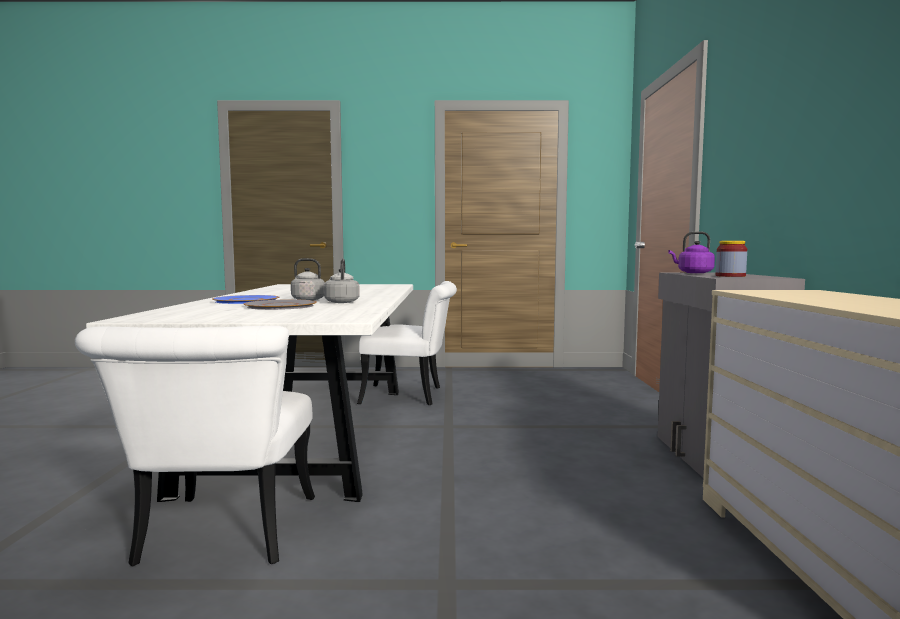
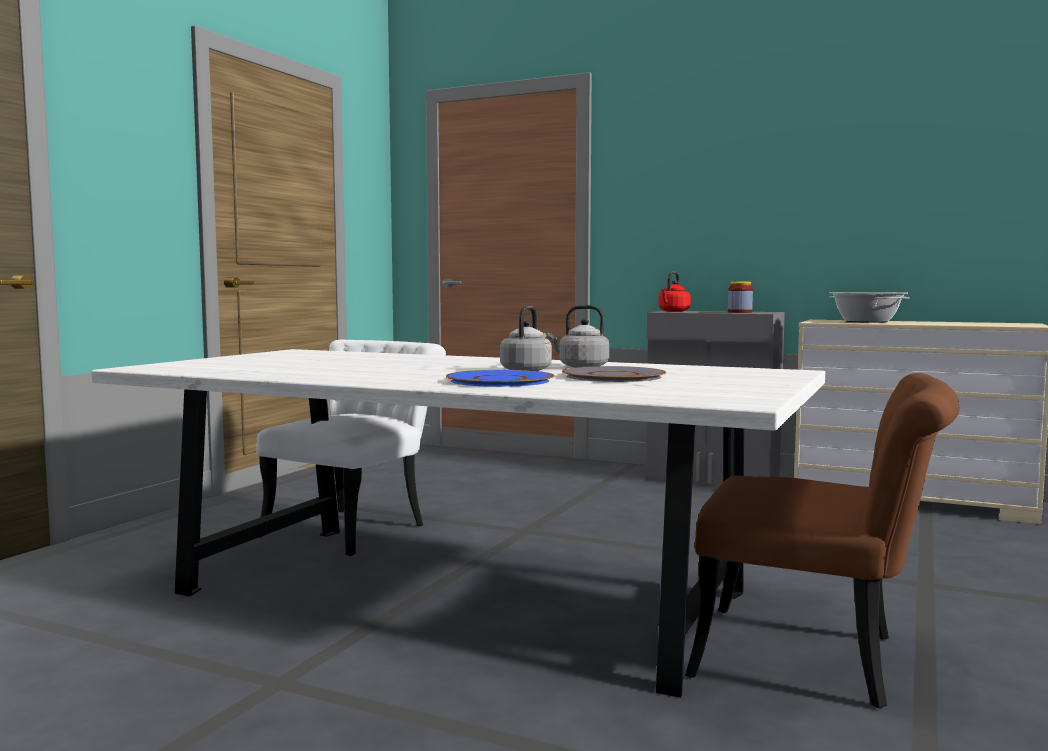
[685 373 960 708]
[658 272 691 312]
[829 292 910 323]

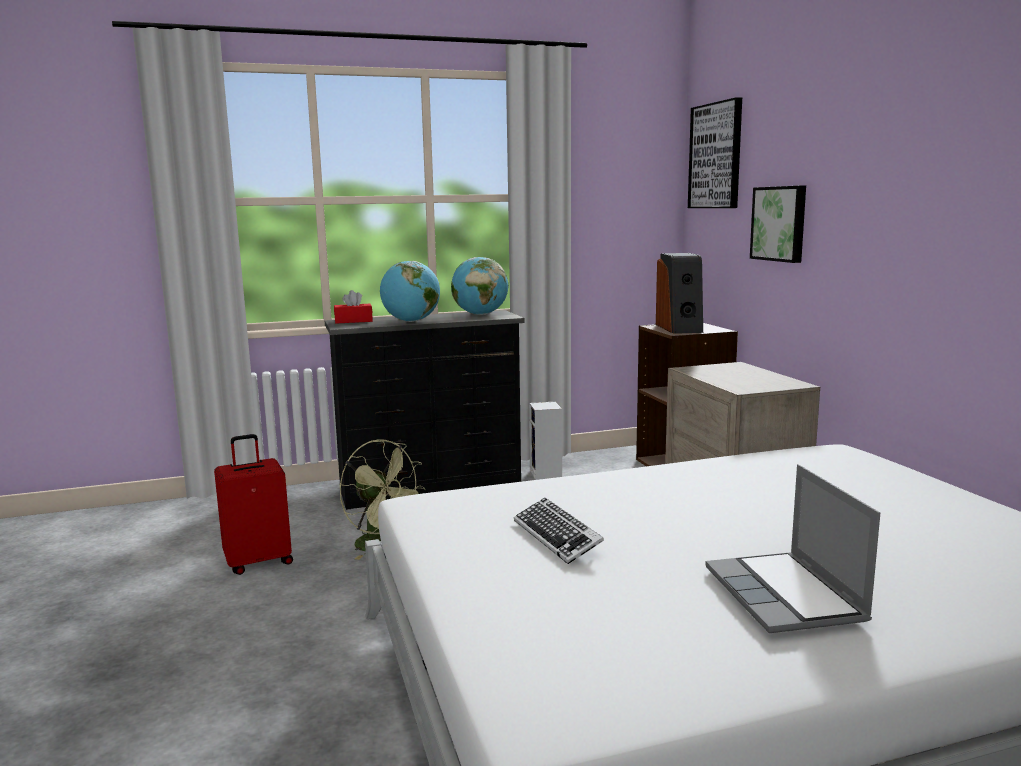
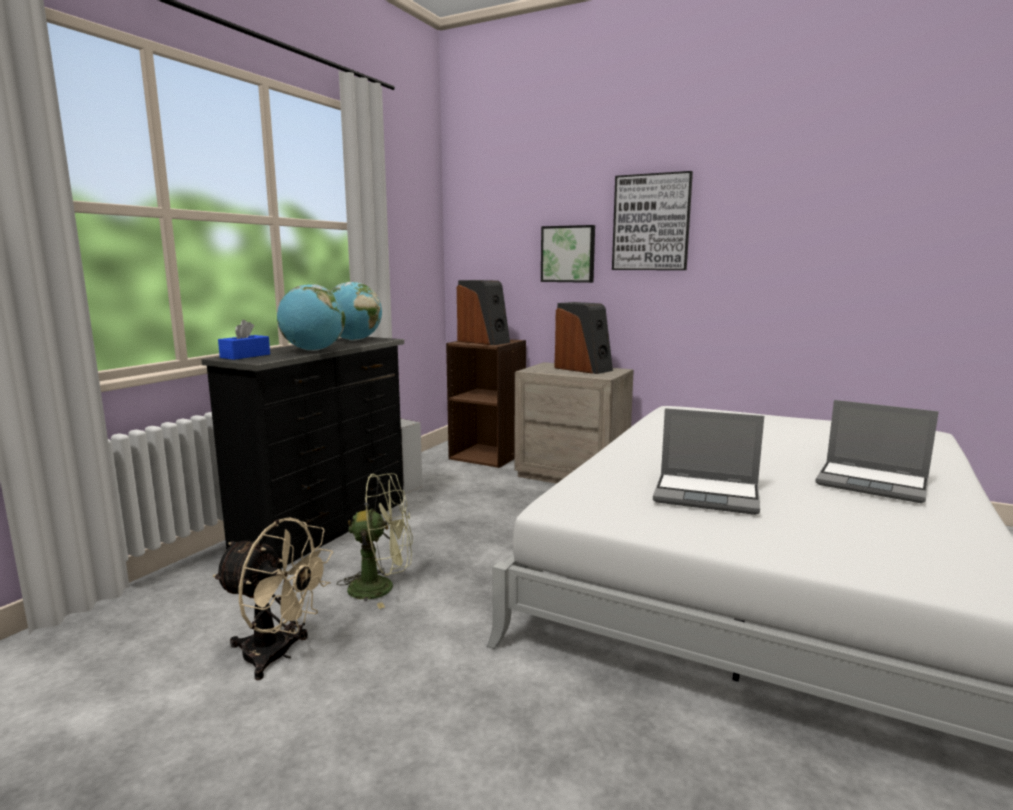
[213 517 333 680]
[218 320 270 360]
[653 408 764 515]
[612 171 693 270]
[554 302 613 374]

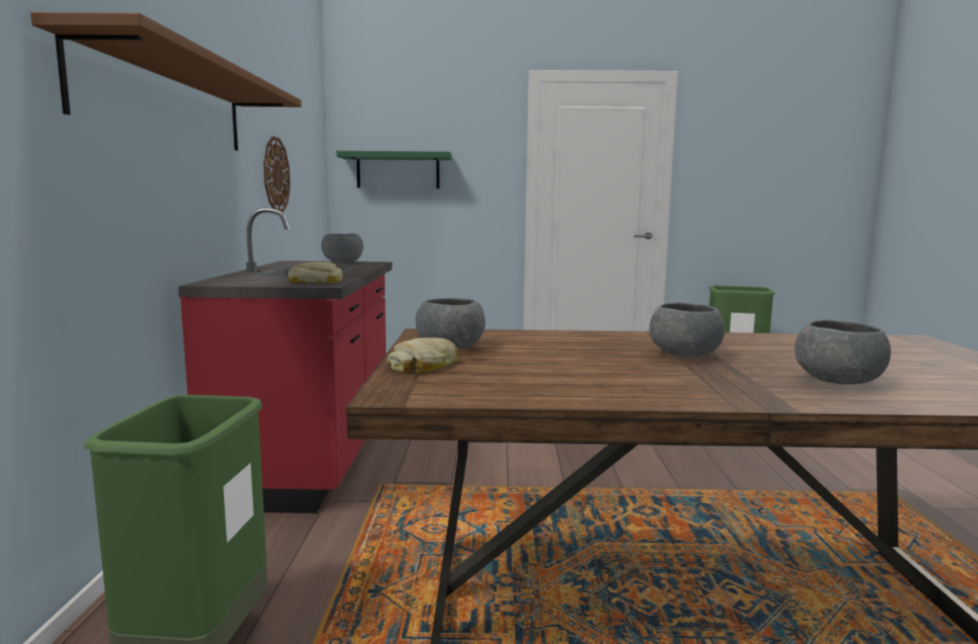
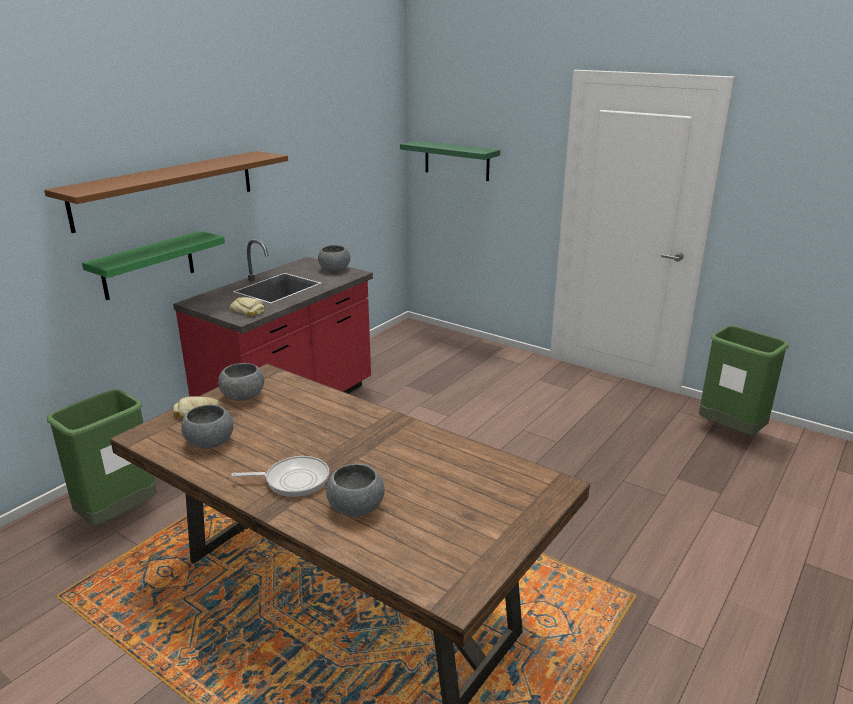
[263 136 290 213] (first image)
[181 404 233 449]
[82 231 225 300]
[231 456 329 497]

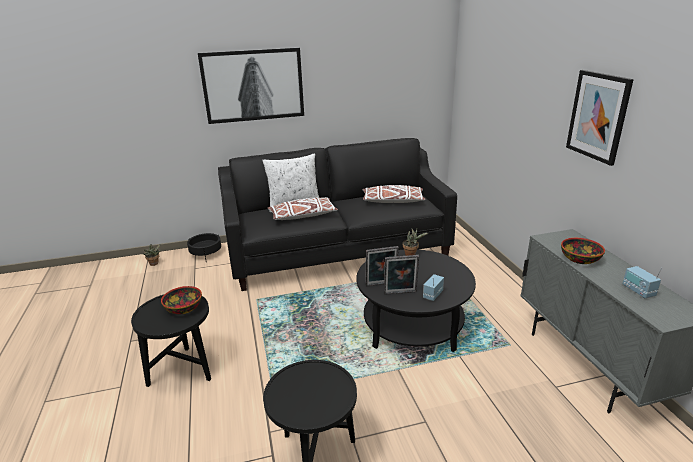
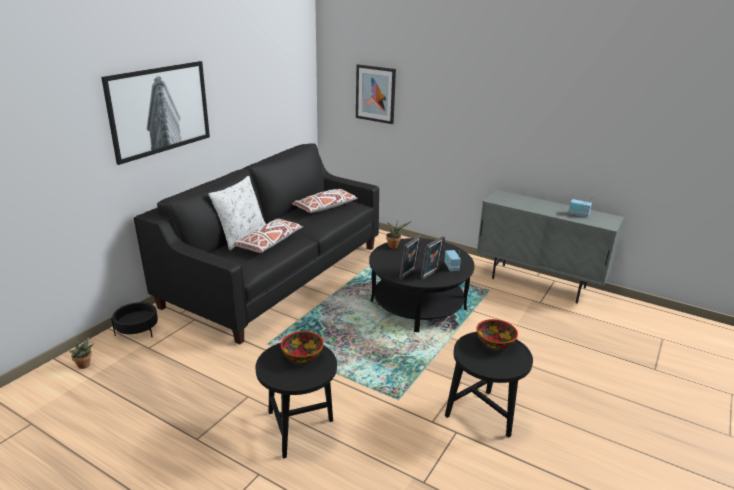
[476 319 518 349]
[356 64 396 124]

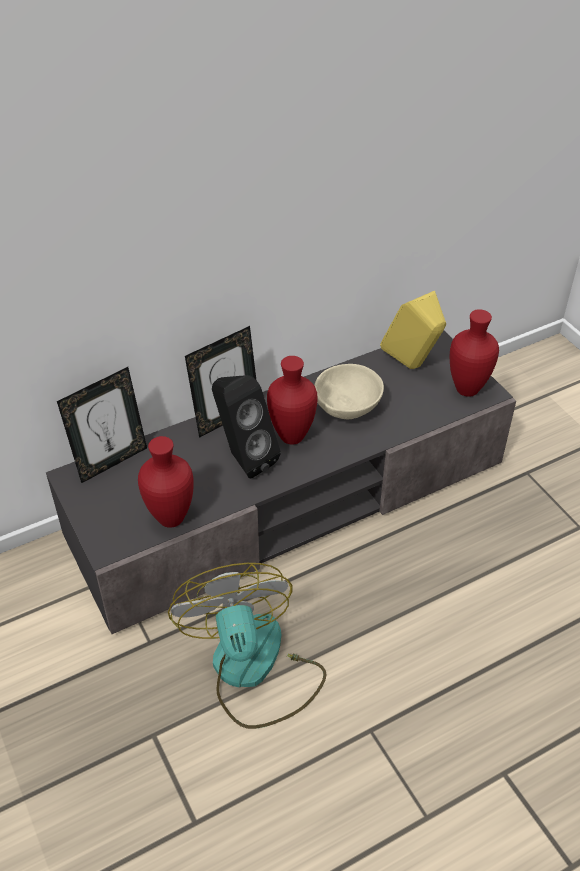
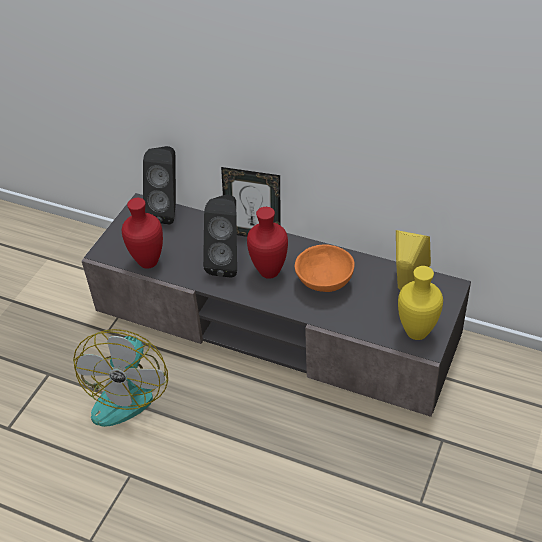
[143 146 176 224]
[73 329 168 427]
[295 244 355 292]
[398 266 443 340]

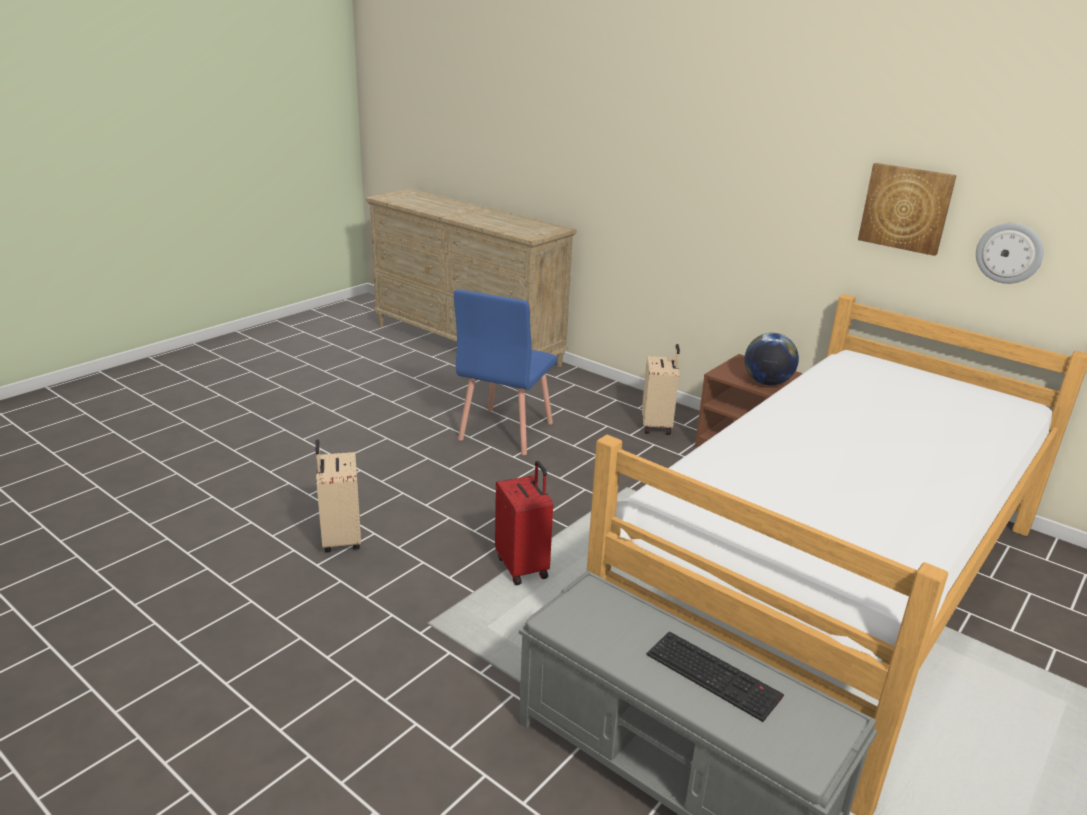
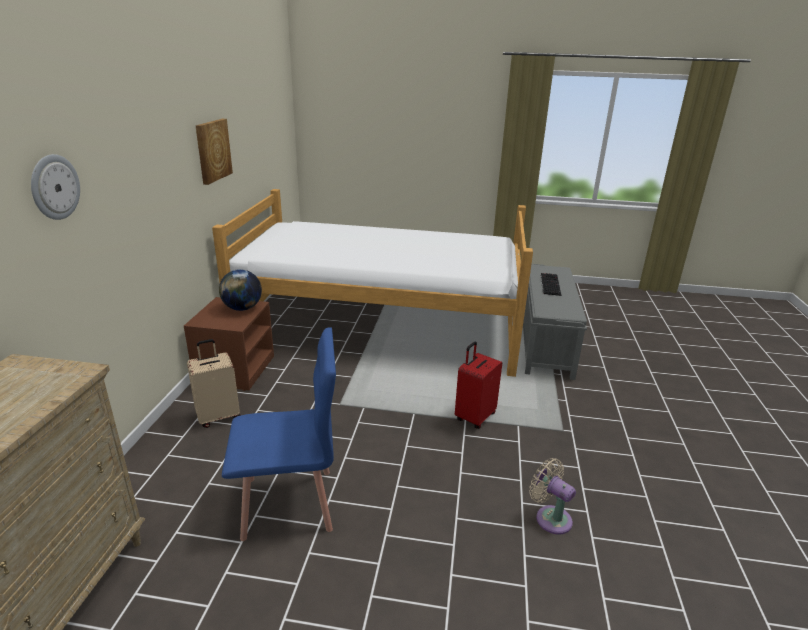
[529 458 576 534]
[31 154 80 220]

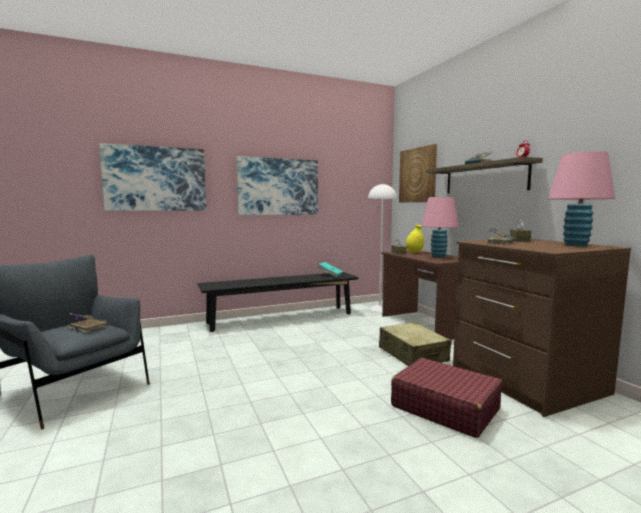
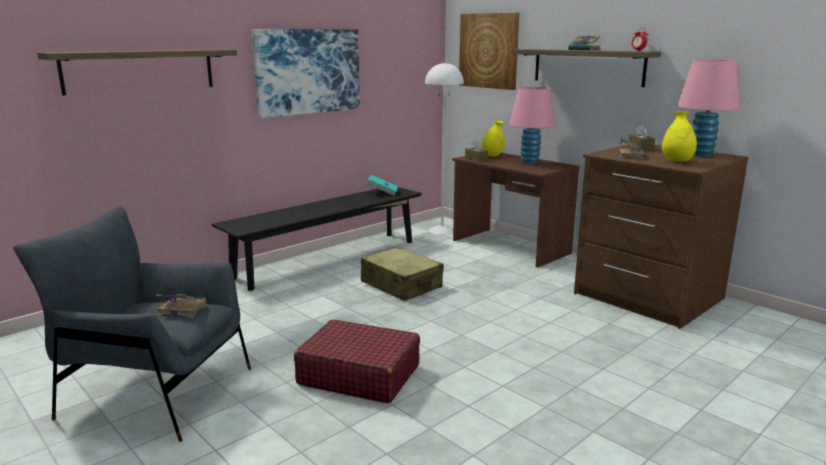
[37 49 237 95]
[361 246 444 301]
[294 319 420 403]
[662 111 697 161]

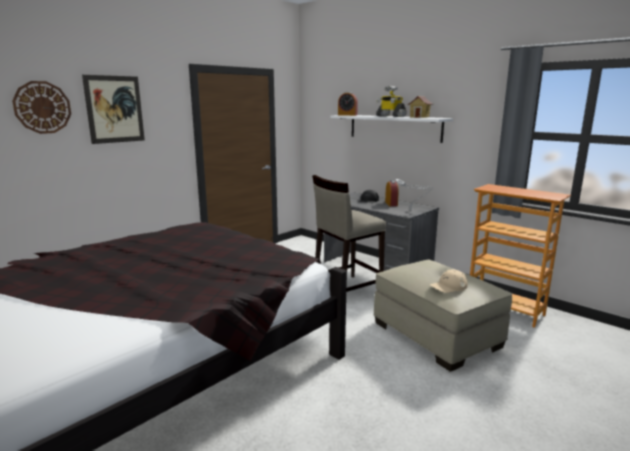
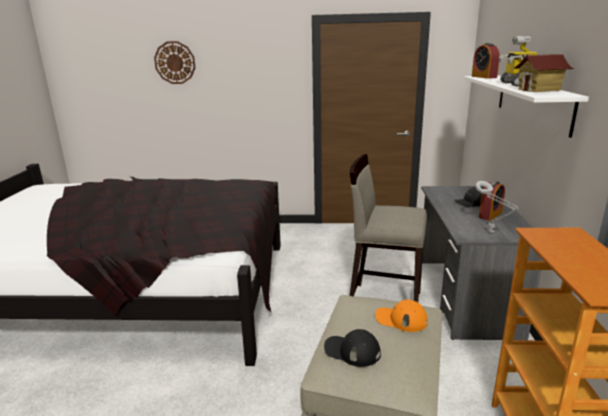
[82 75 145 144] (first image)
[324 329 381 367]
[375 300 428 332]

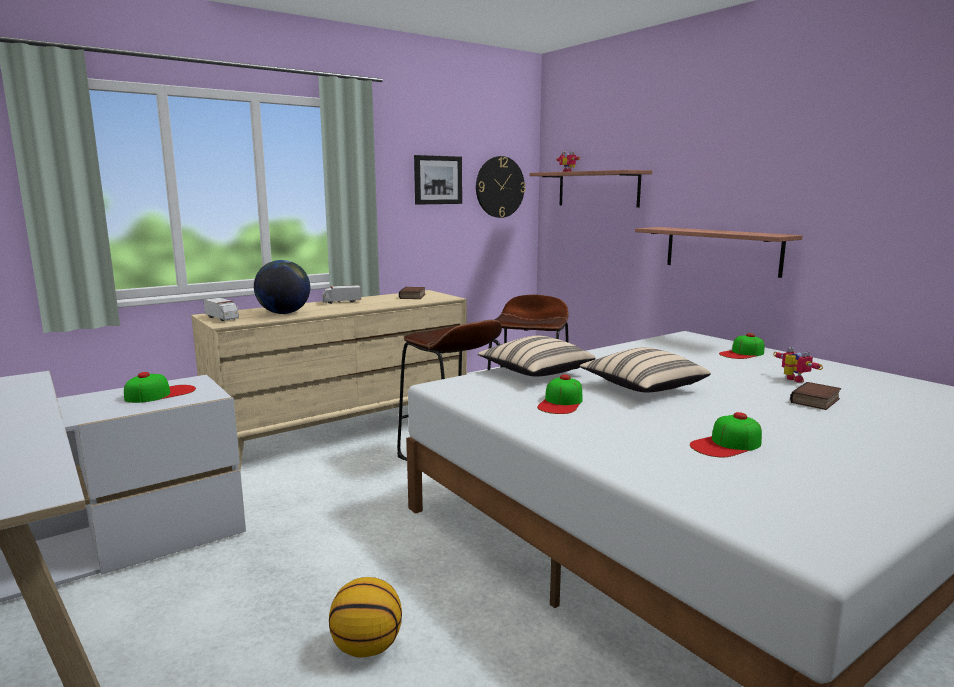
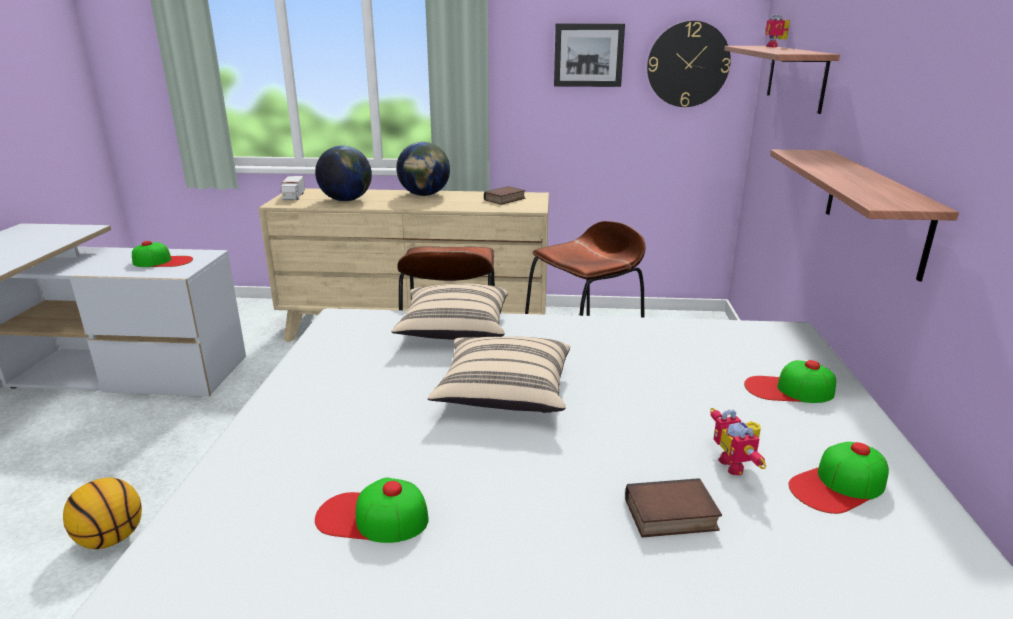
[396 142 450 196]
[789 442 889 514]
[710 408 766 475]

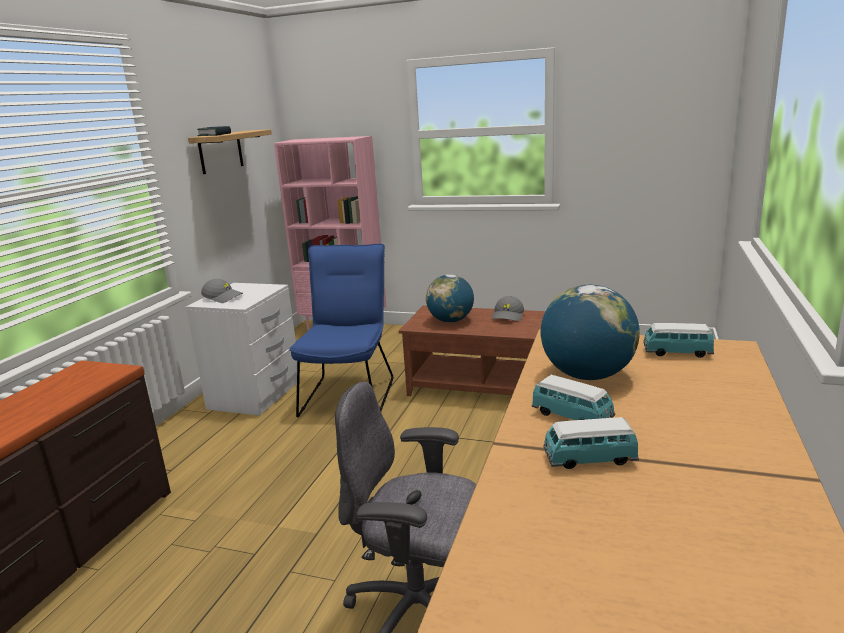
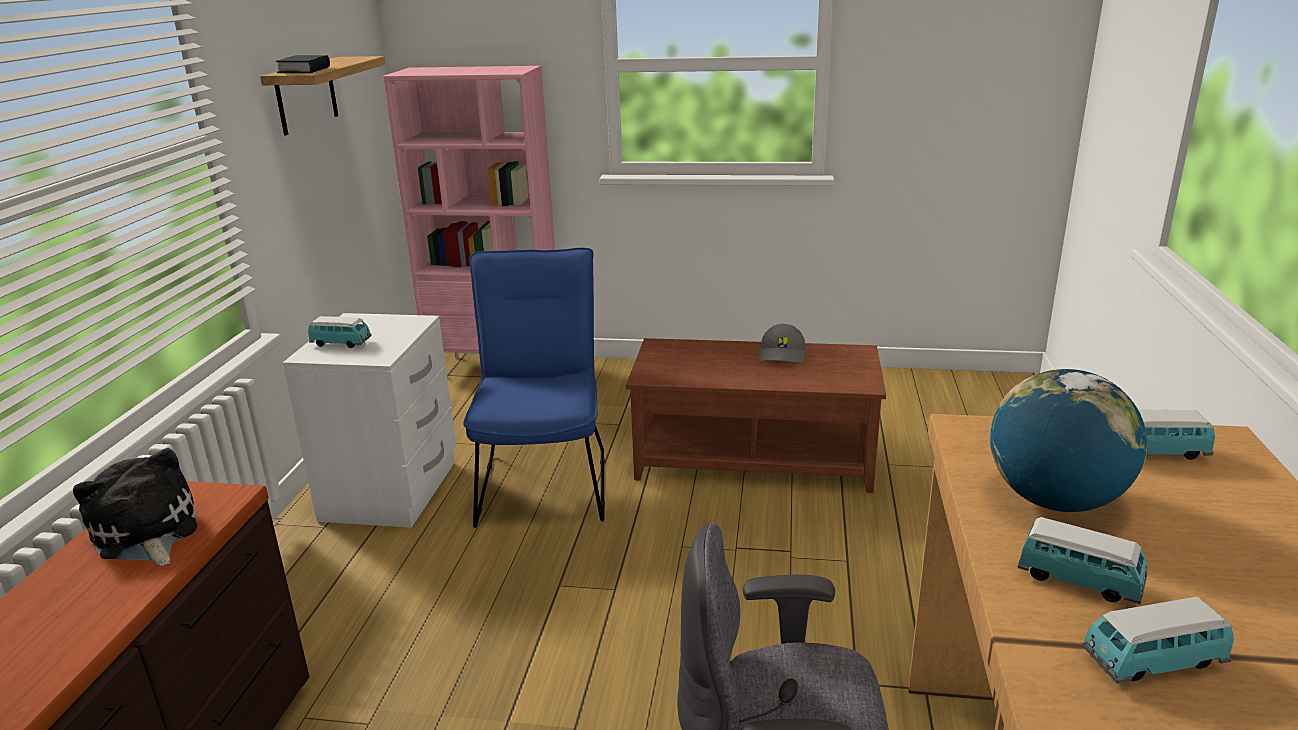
[308 316 372 348]
[426 274 474 323] (first image)
[73 448 197 566]

